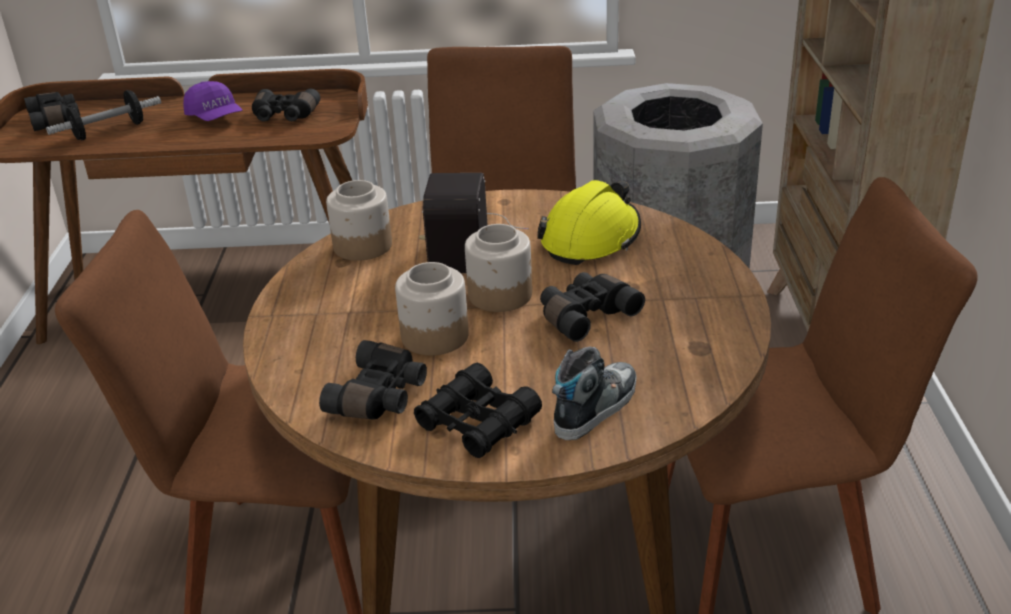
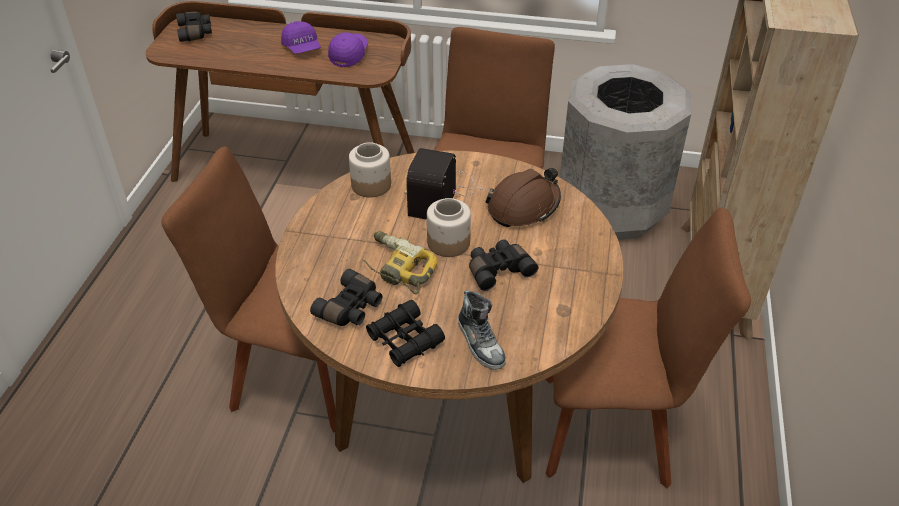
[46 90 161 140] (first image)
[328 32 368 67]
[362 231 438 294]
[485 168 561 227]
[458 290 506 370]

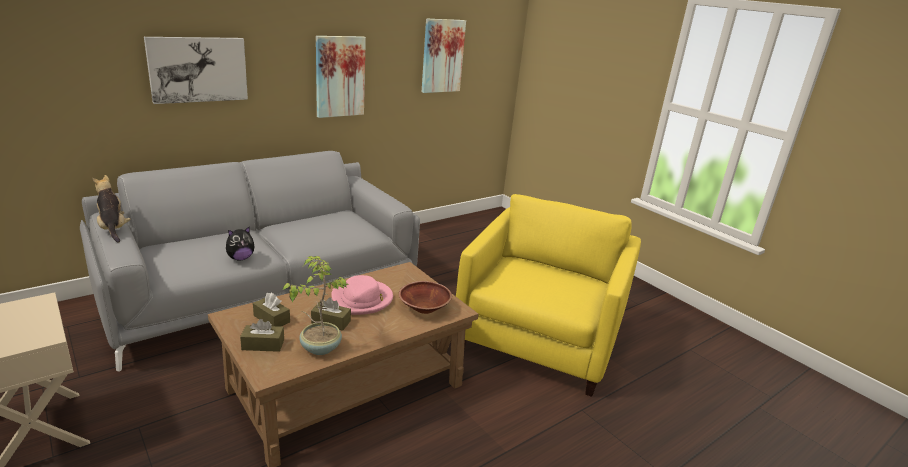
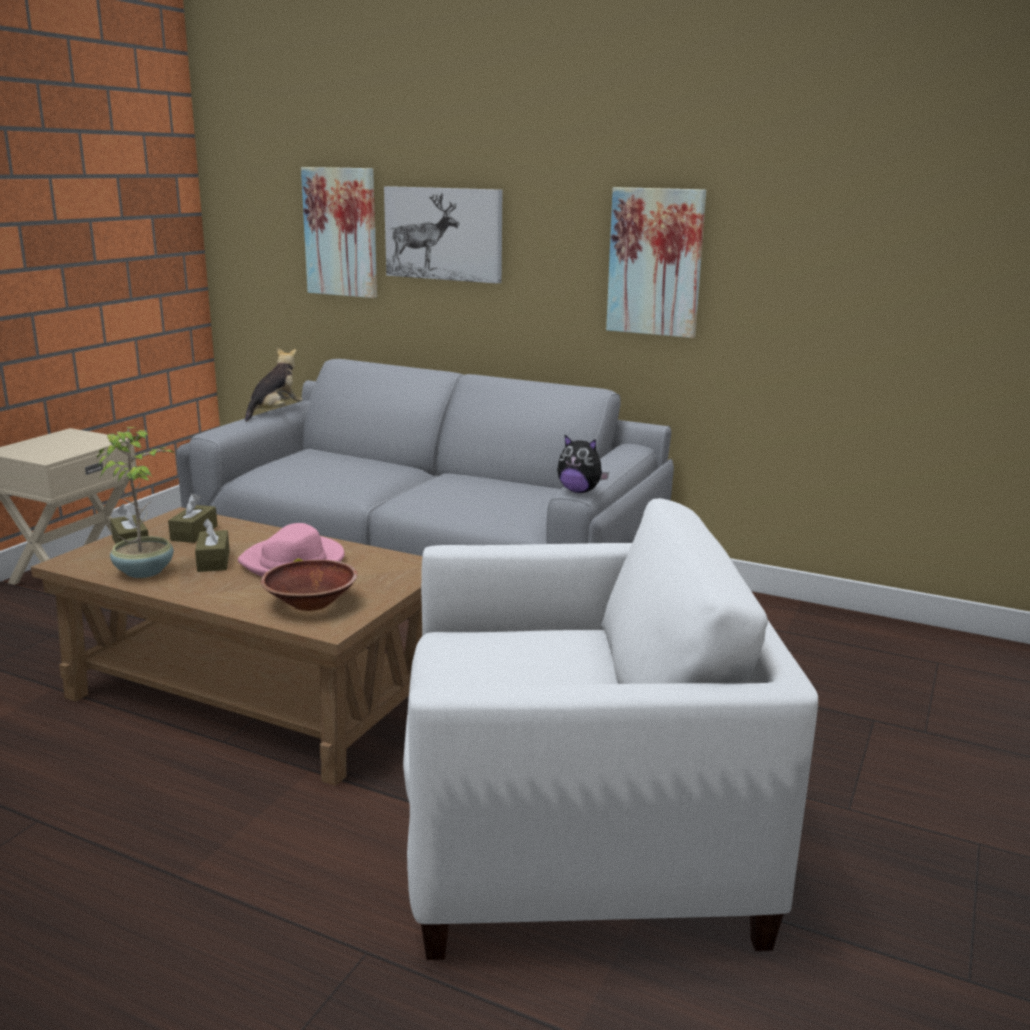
[557 435 609 493]
[301 167 377 298]
[403 498 818 960]

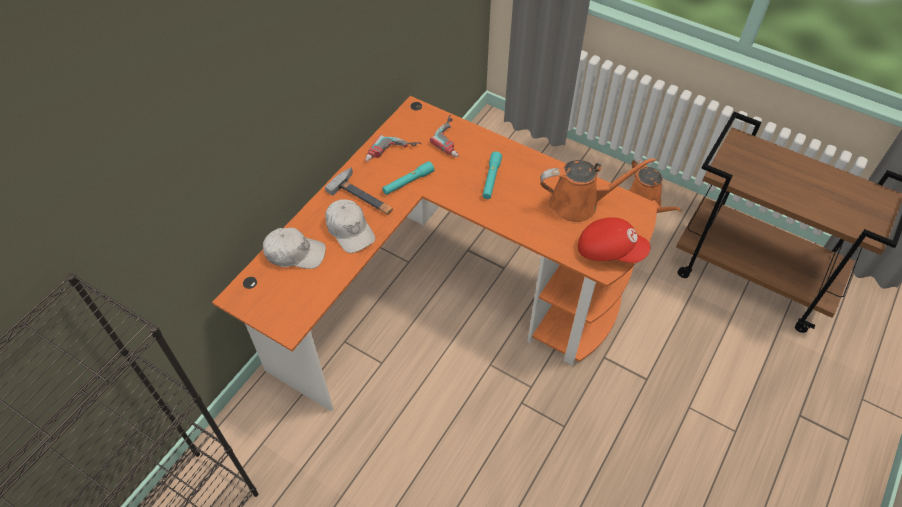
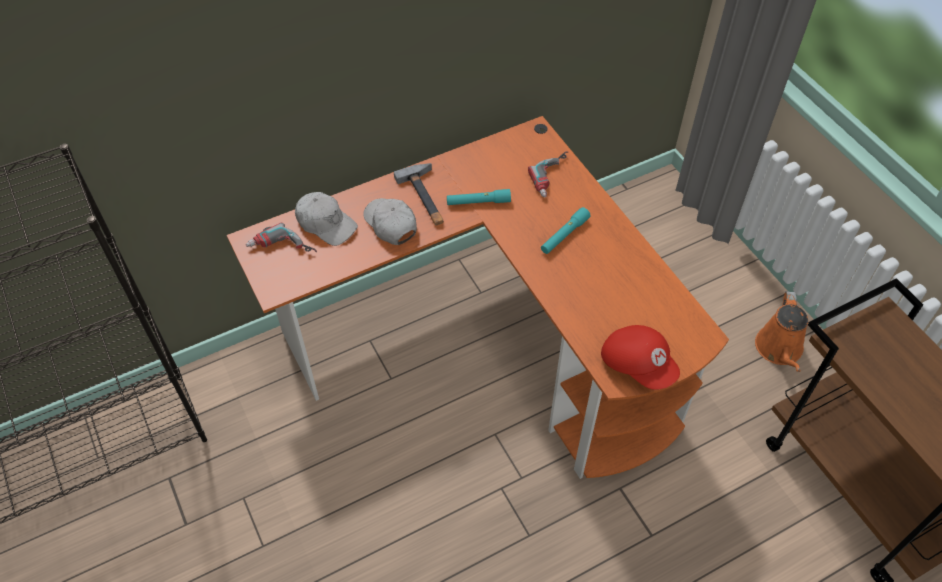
[363 198 417 245]
[246 223 317 252]
[540 158 656 224] (first image)

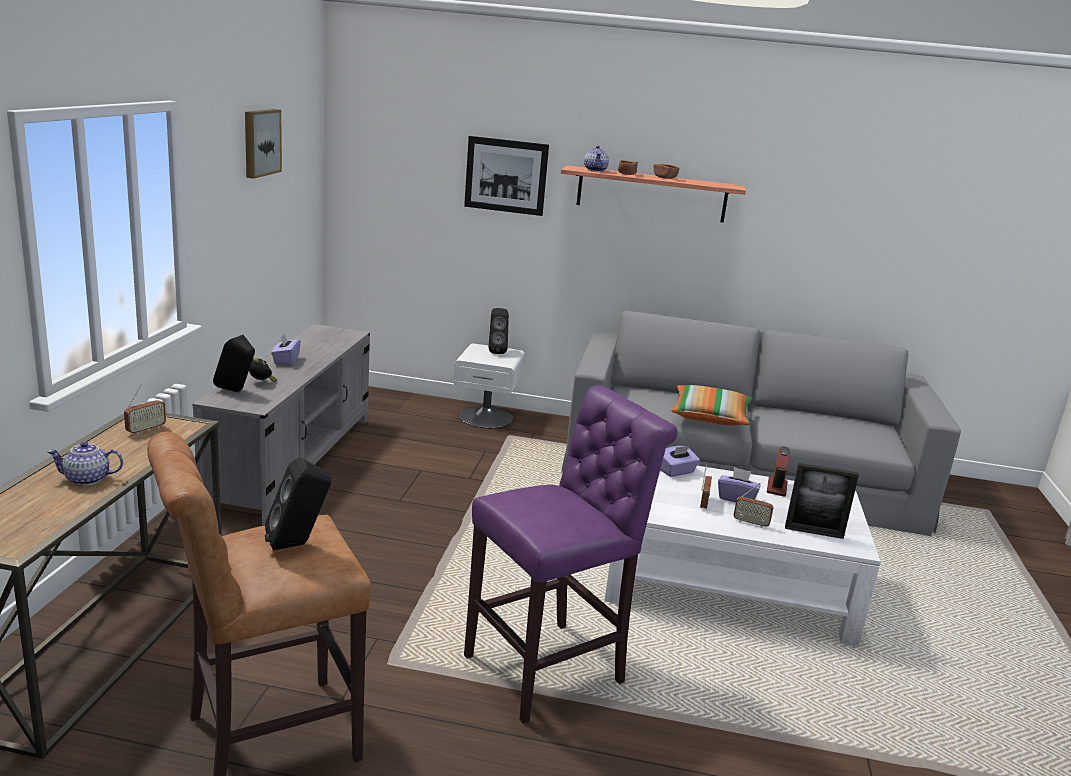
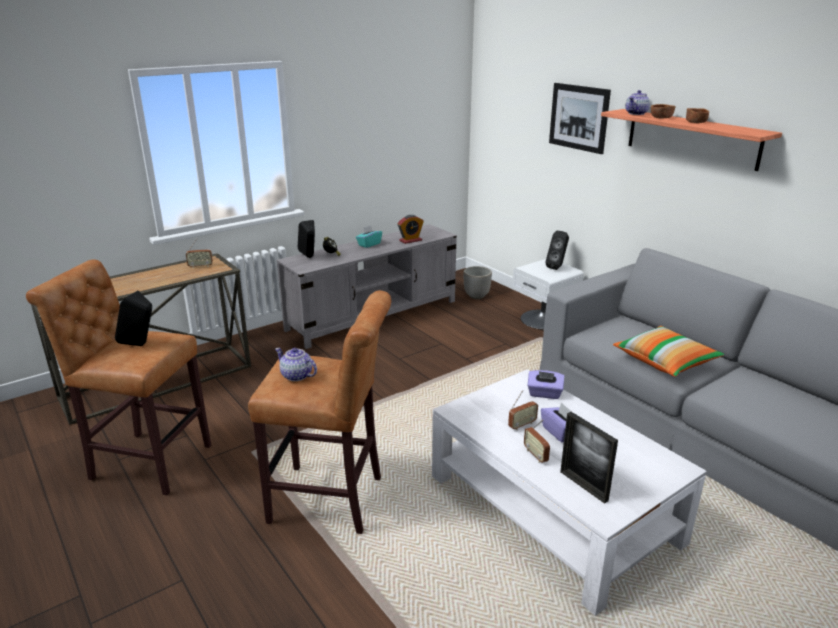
[275 348 317 381]
[245 109 282 179] (first image)
[356 225 382 248]
[248 290 391 534]
[398 215 424 244]
[463 266 492 299]

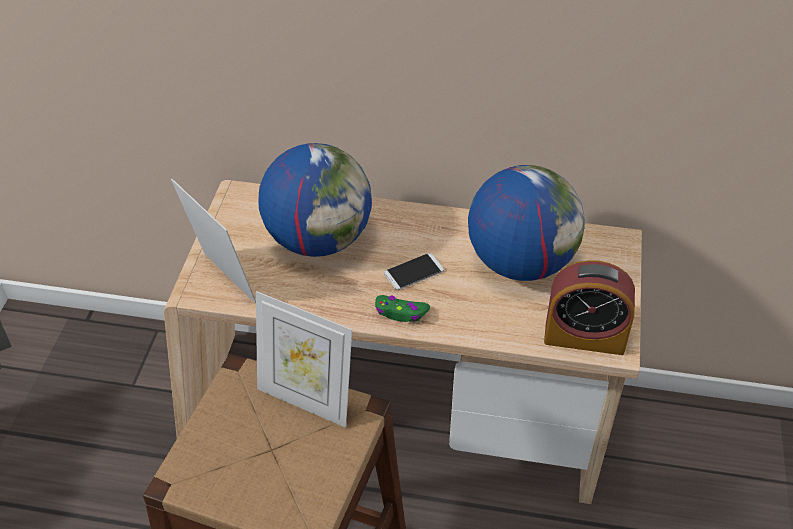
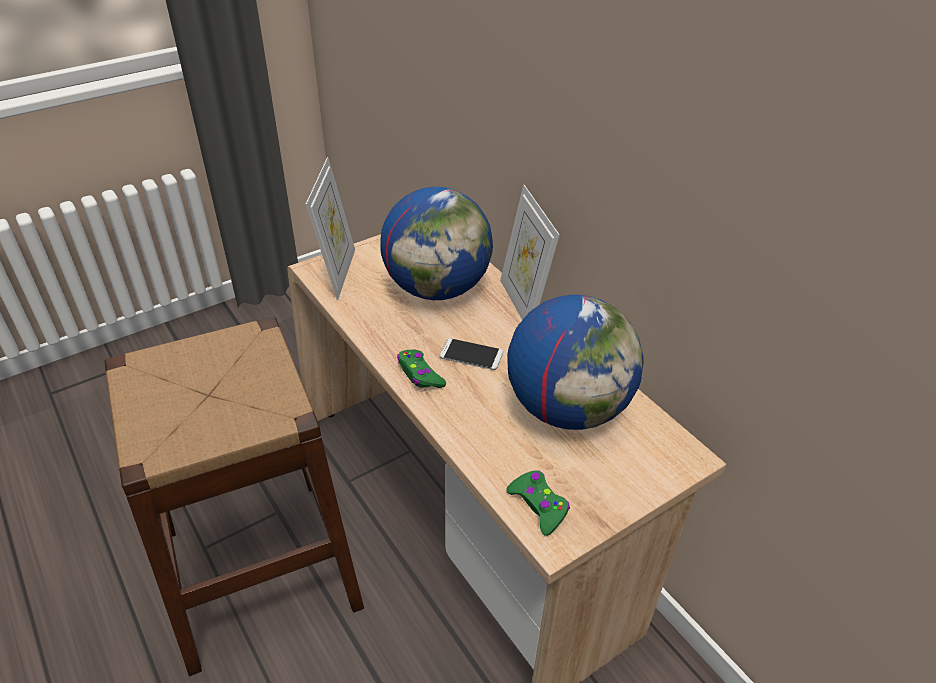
[500 185 560 320]
[507 470 570 536]

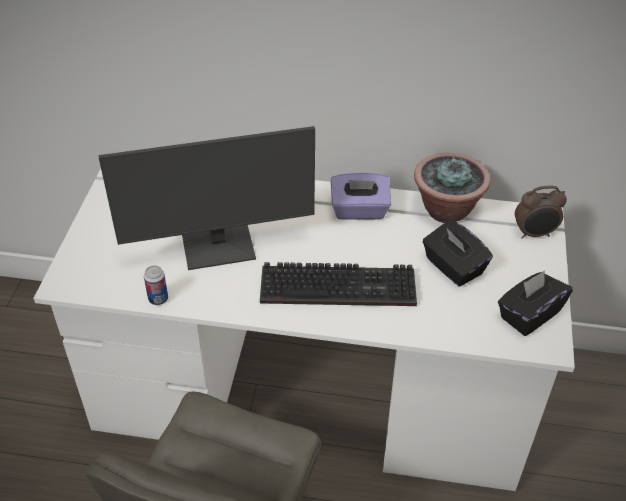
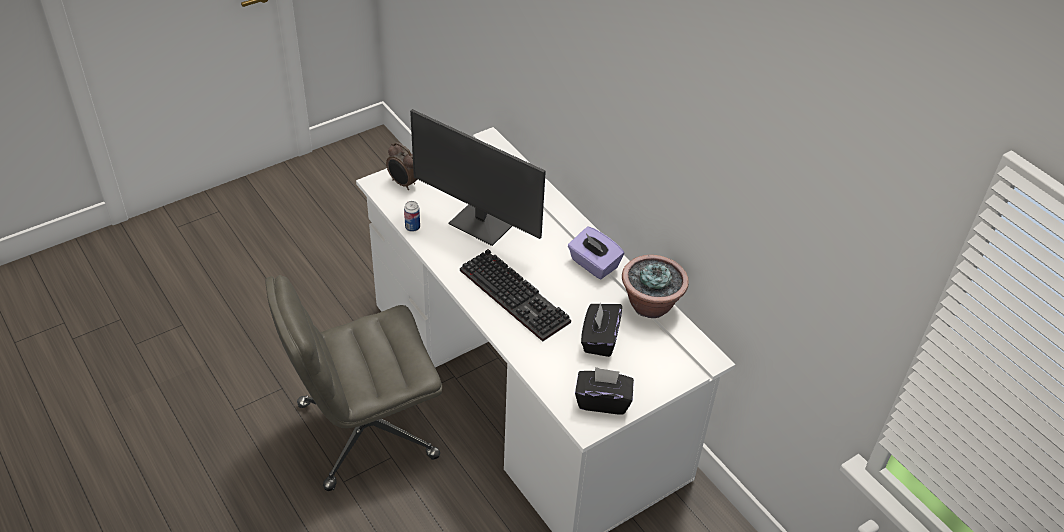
[386 142 418 190]

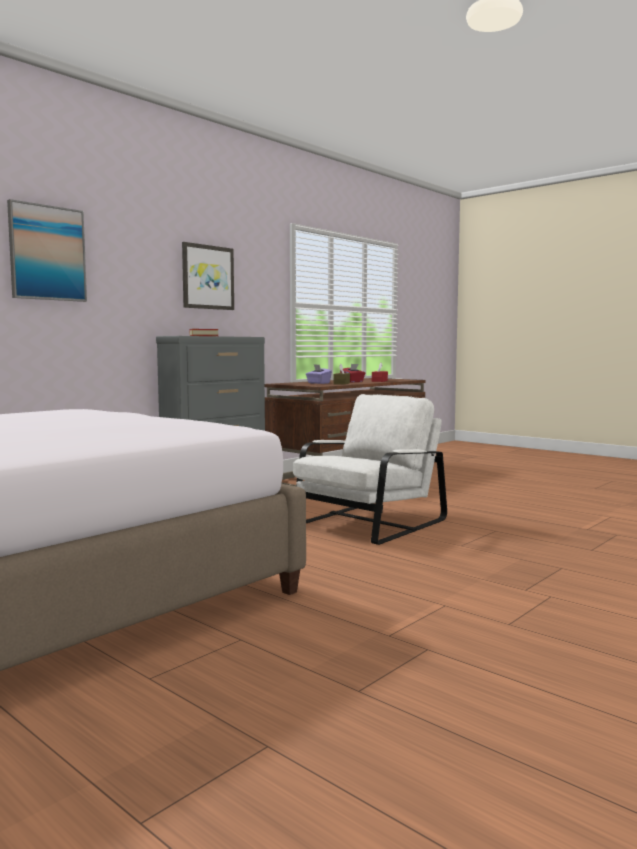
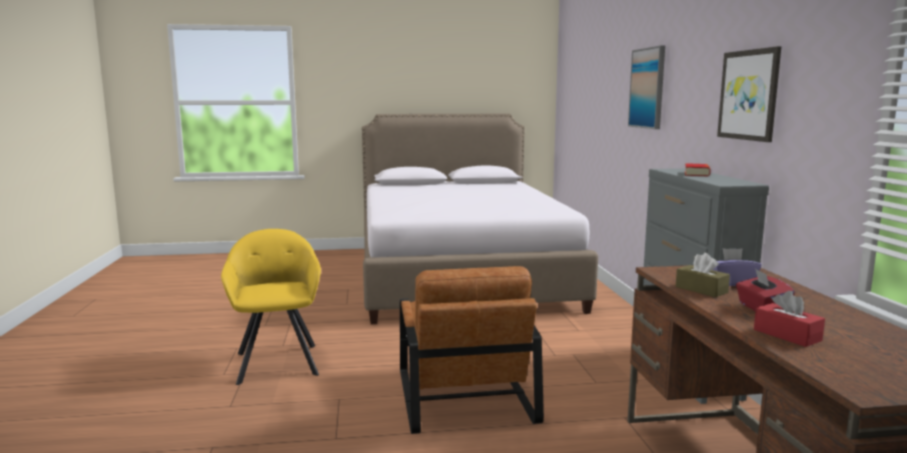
[400 266 544 434]
[221 229 321 385]

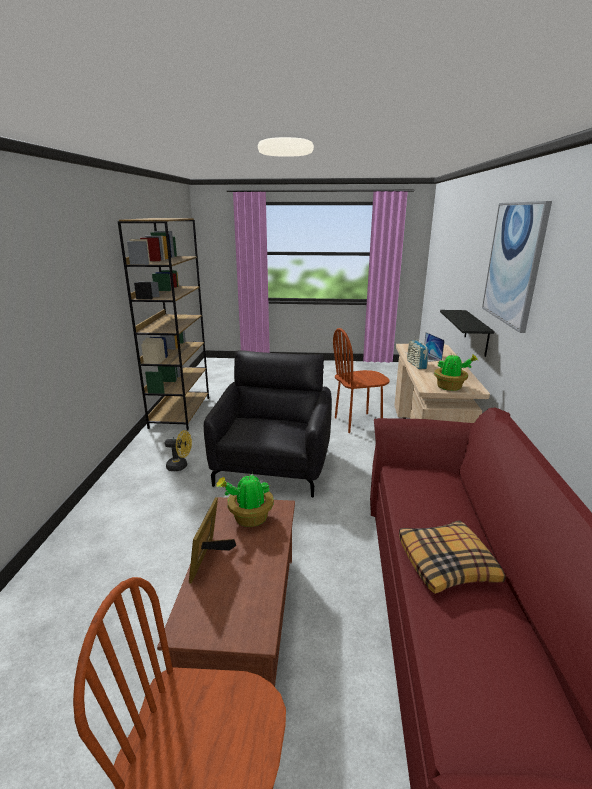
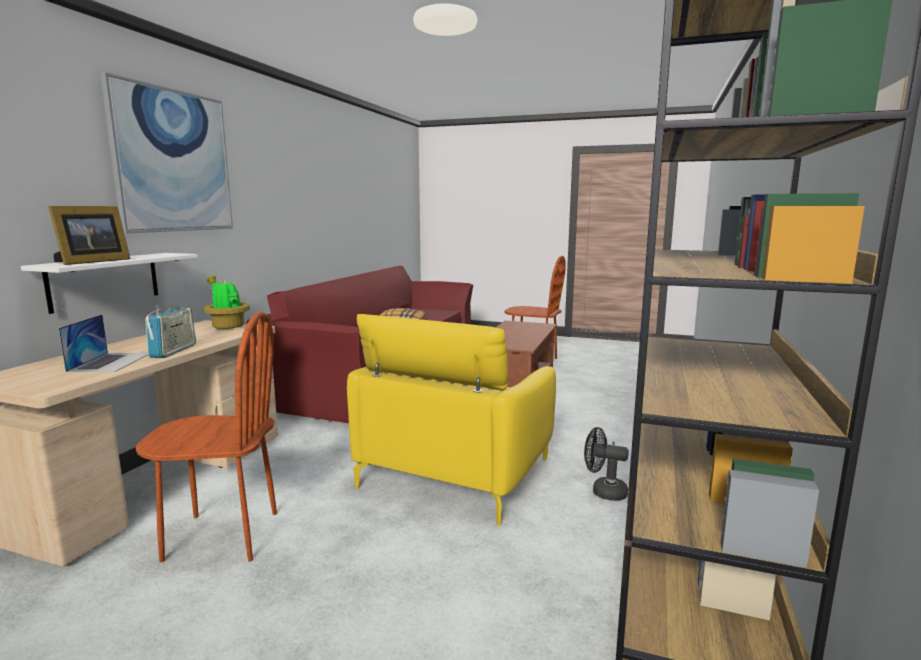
[584 427 629 501]
[48 206 131 265]
[347 314 556 526]
[216 472 274 527] (first image)
[21 253 198 314]

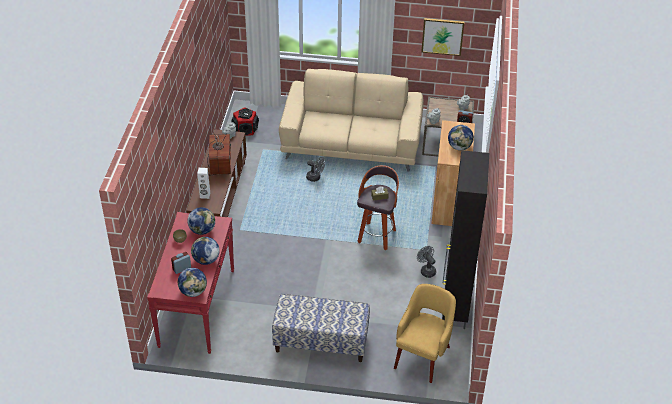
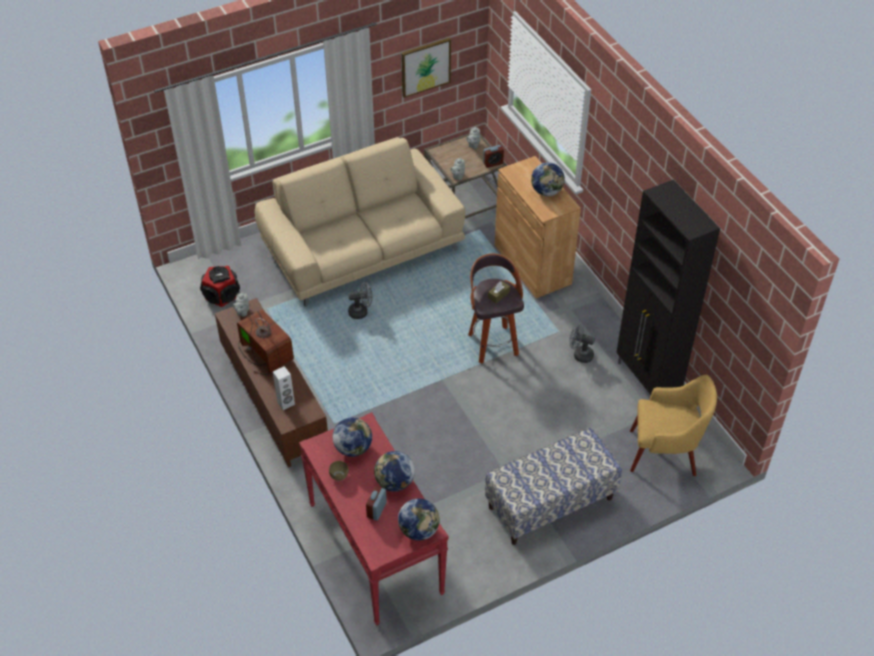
[630 375 717 476]

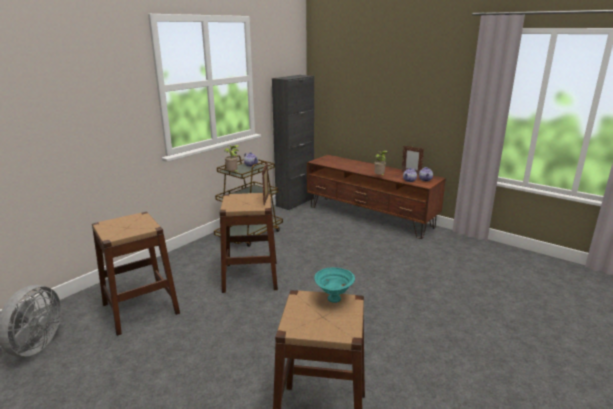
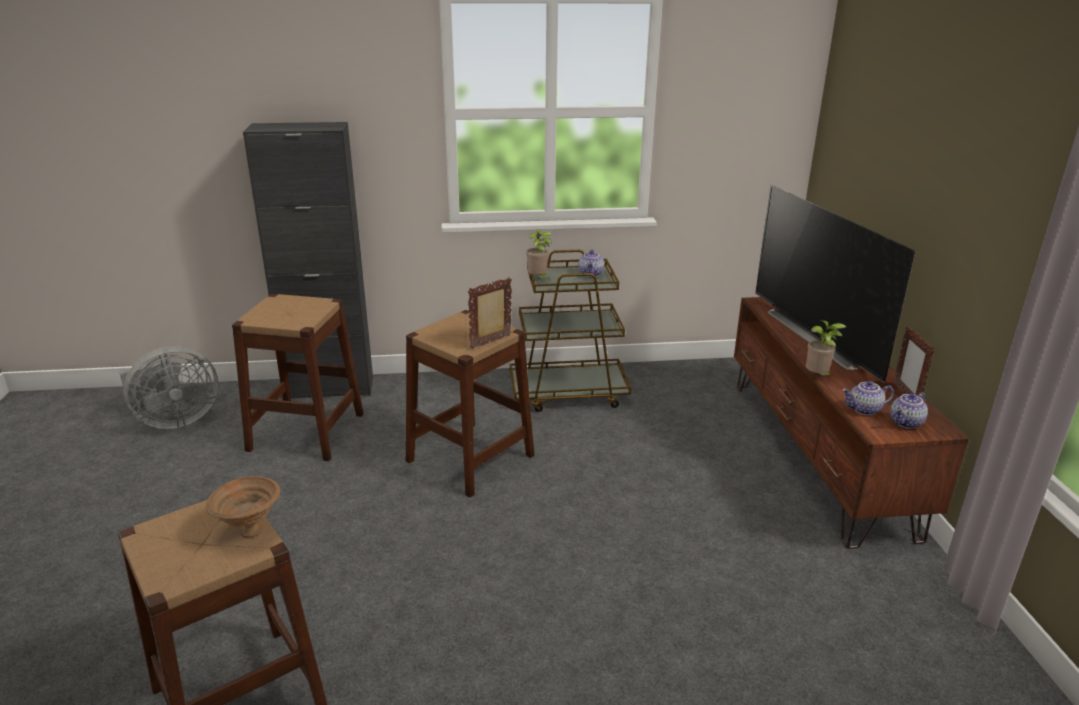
[243 122 373 398]
[206 476 280 538]
[755 184 915 383]

